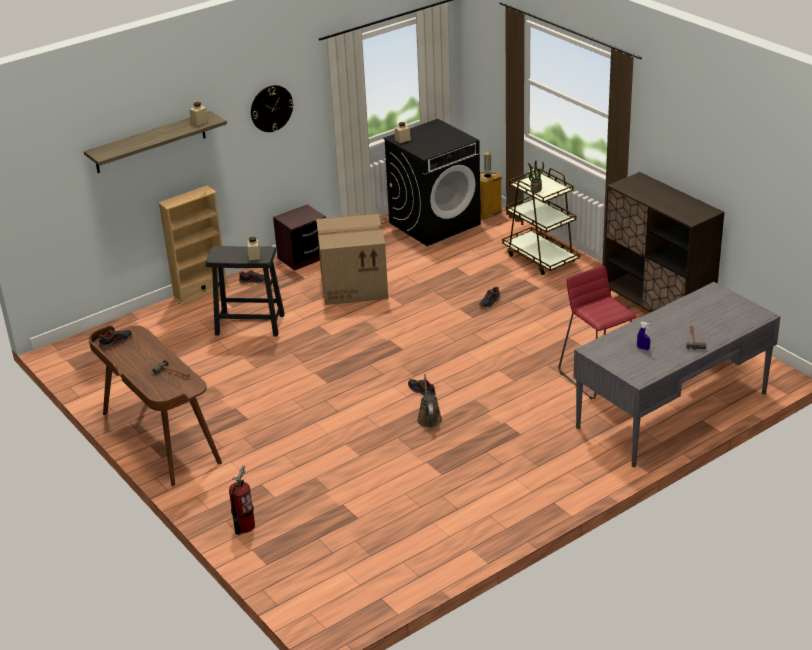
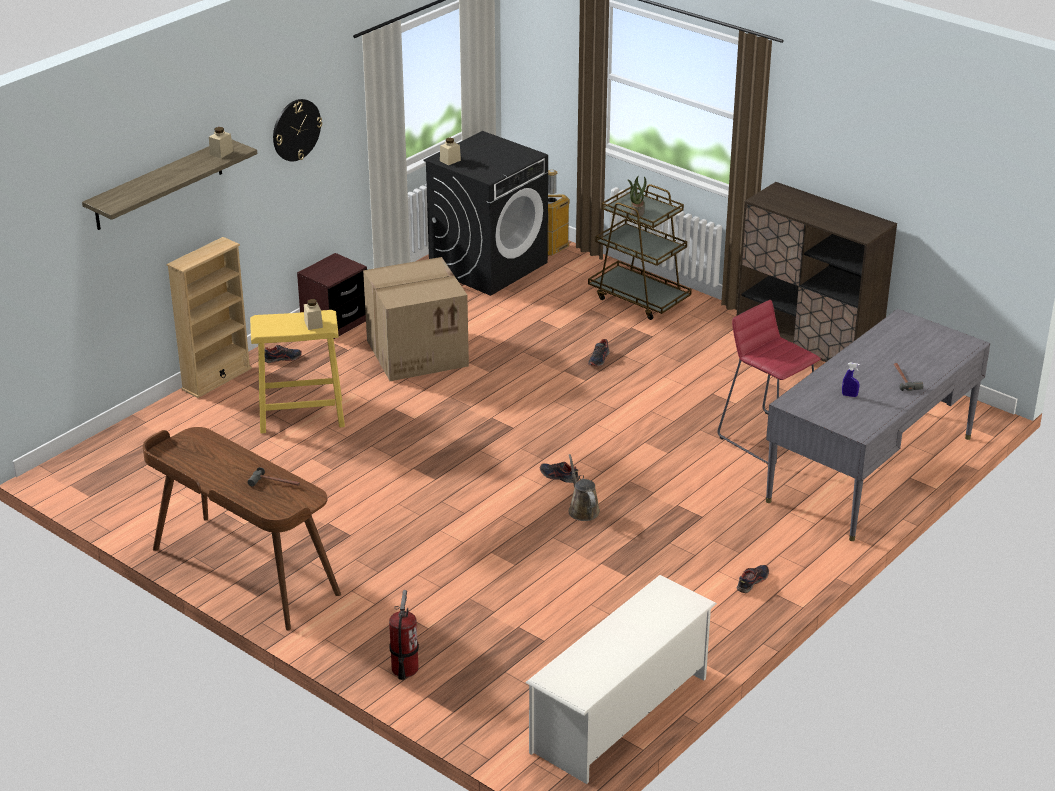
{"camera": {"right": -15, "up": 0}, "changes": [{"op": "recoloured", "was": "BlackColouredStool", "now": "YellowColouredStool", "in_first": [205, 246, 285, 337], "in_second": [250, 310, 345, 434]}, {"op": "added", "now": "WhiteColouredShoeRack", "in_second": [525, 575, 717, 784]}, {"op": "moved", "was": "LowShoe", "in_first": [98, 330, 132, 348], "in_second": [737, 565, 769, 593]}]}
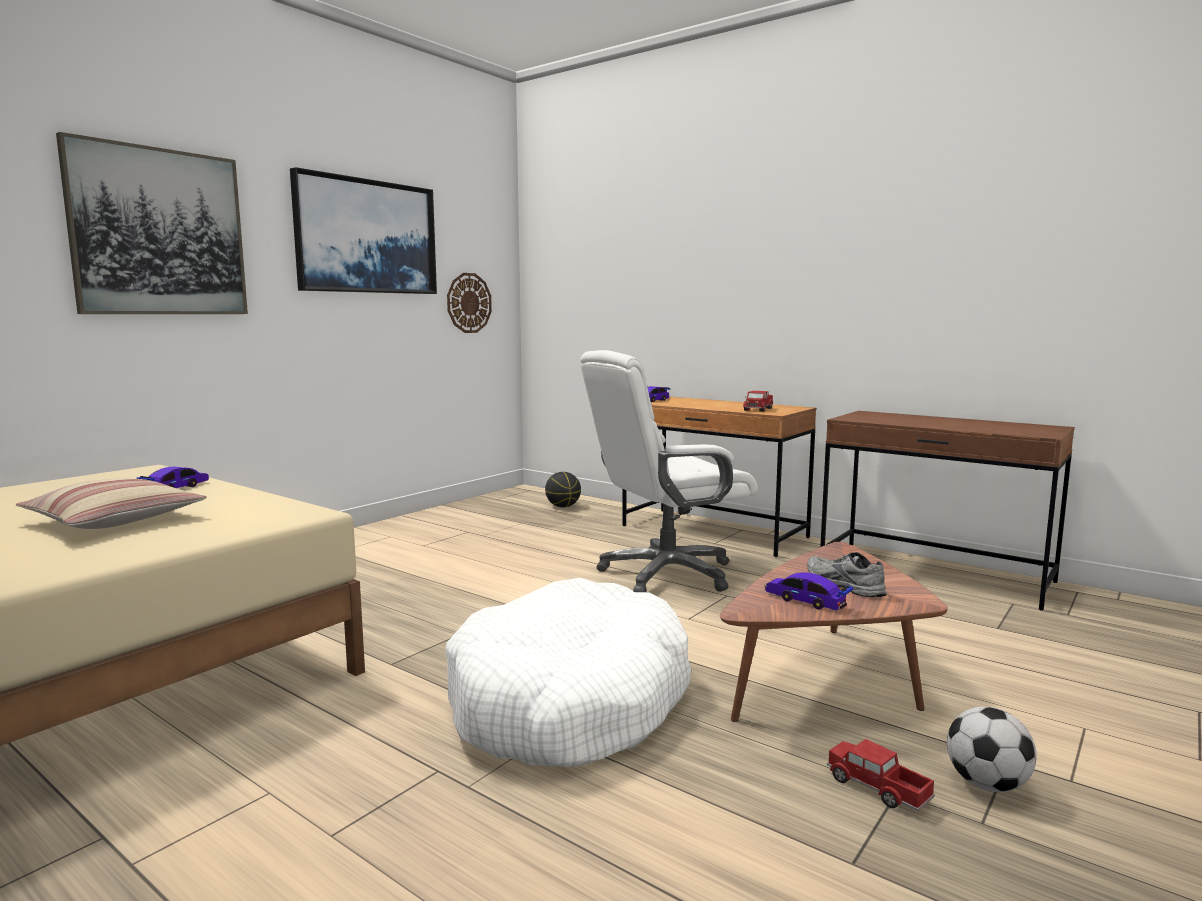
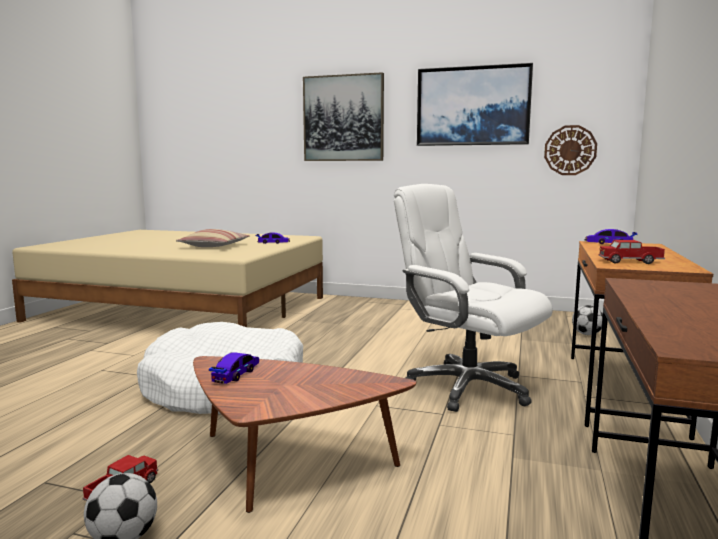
{"camera": {"right": 70, "up": 0}, "changes": [{"op": "replaced", "was": "BasketballBall", "now": "BallForFootball", "in_first": [545, 472, 581, 507], "in_second": [572, 305, 603, 335]}, {"op": "removed", "was": "GrayLowShoe", "in_first": [807, 552, 887, 597]}]}
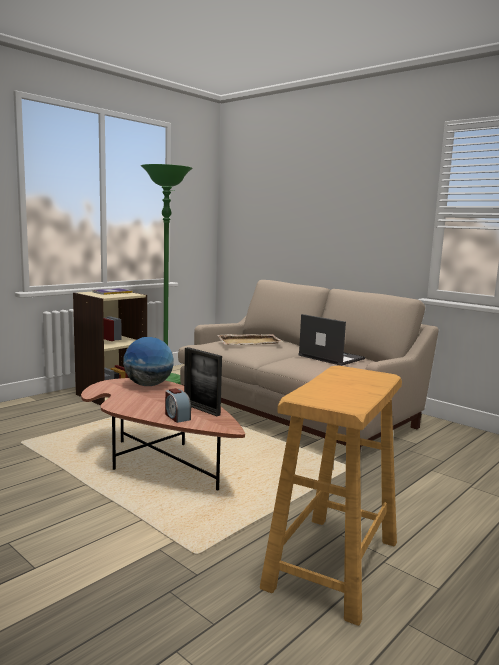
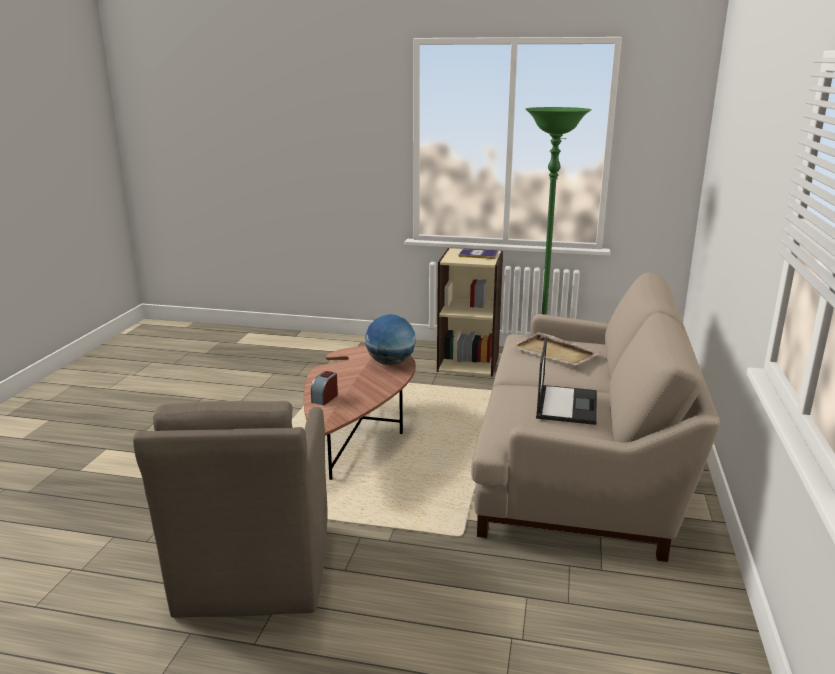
{"camera": {"right": 60, "up": 10}, "changes": [{"op": "replaced", "was": "SandColouredStool", "now": "BrownArmchair", "in_first": [260, 366, 402, 626], "in_second": [133, 401, 327, 618]}, {"op": "removed", "was": "PictureFrame", "in_first": [184, 347, 222, 416]}]}
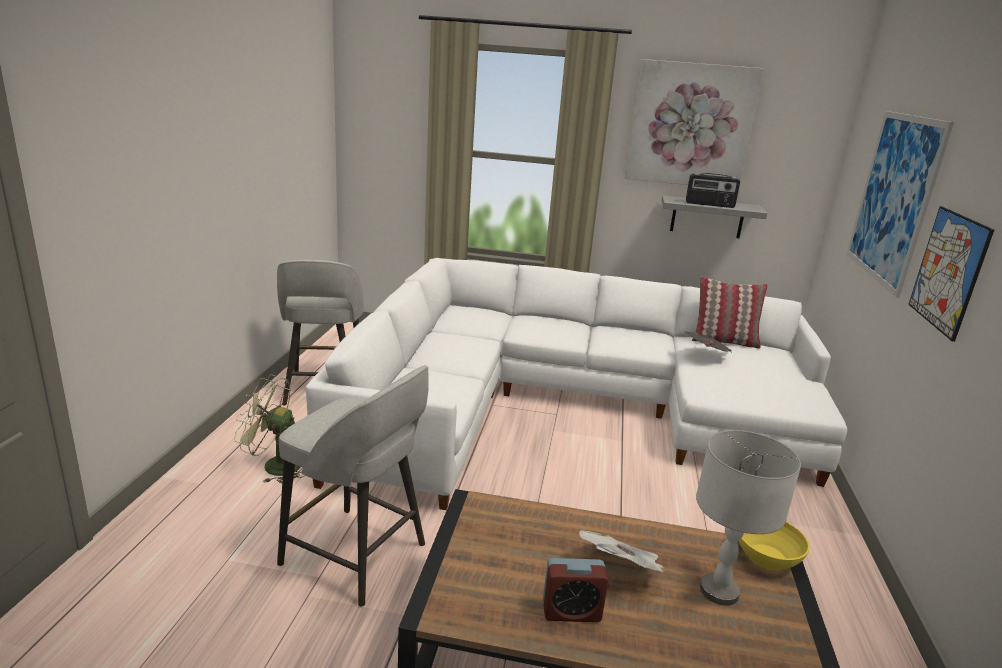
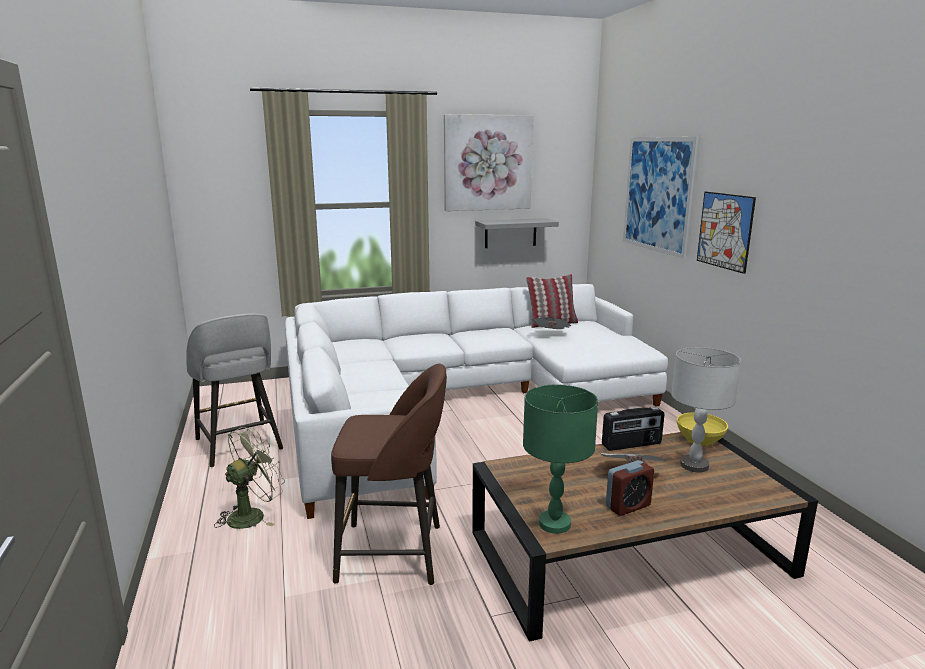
{"camera": {"right": -25, "up": -5}, "changes": [{"op": "turned", "was": "GreenCoolingFan", "in_first": [234, 375, 304, 483], "in_second": [214, 427, 285, 529], "clockwise": 150}, {"op": "recoloured", "was": "GrayStool", "now": "BrownStool", "in_first": [277, 365, 429, 607], "in_second": [331, 364, 447, 585]}, {"op": "added", "now": "GreenLampForATable", "in_second": [523, 385, 598, 534]}, {"op": "moved", "was": "RadioReceiver", "in_first": [686, 173, 740, 208], "in_second": [602, 407, 665, 451]}]}
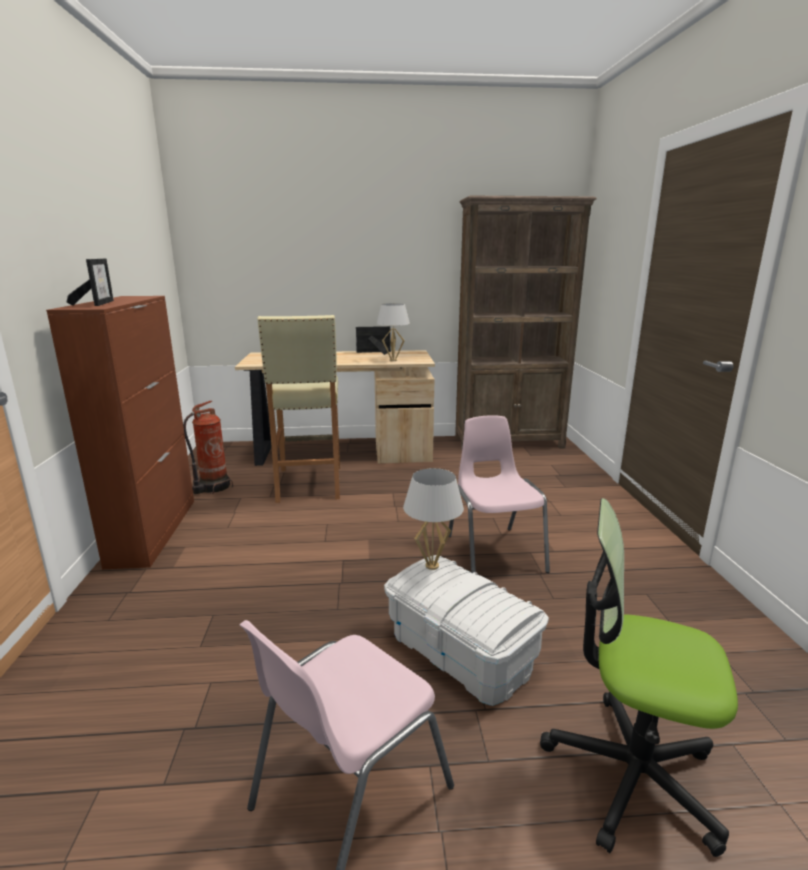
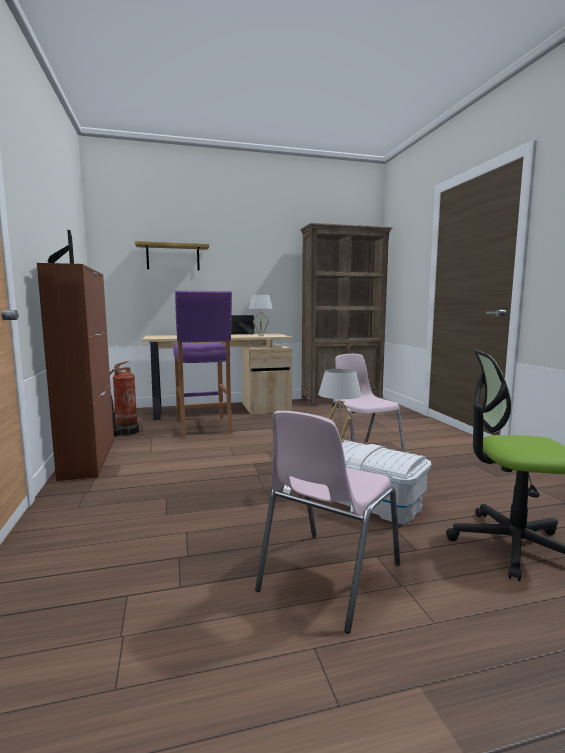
{"camera": {"right": -10, "up": -10}, "changes": [{"op": "added", "now": "BracketShelf", "in_second": [135, 241, 209, 270]}, {"op": "recoloured", "was": "SandColouredStool", "now": "PurpleColouredStool", "in_first": [257, 315, 340, 503], "in_second": [173, 290, 233, 438]}]}
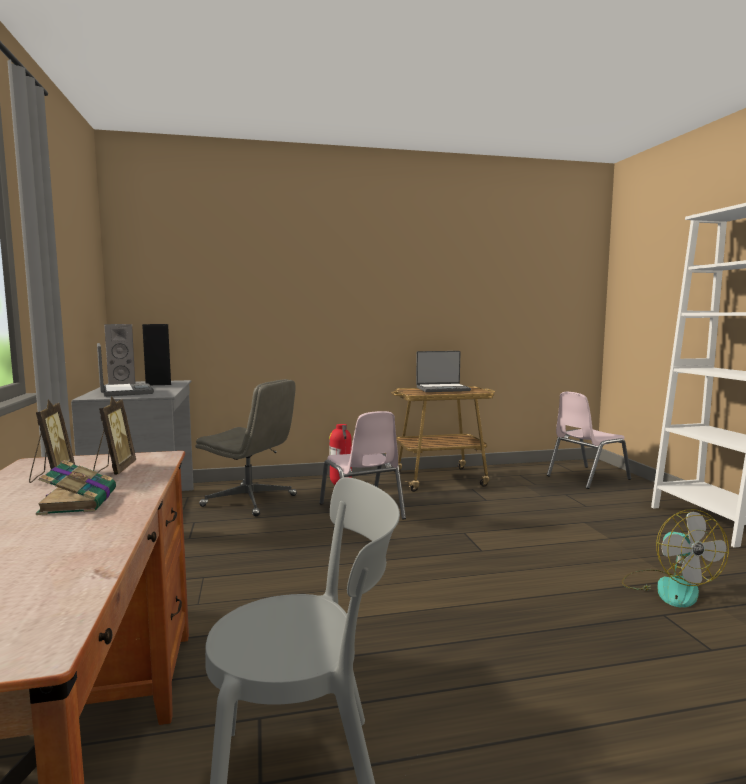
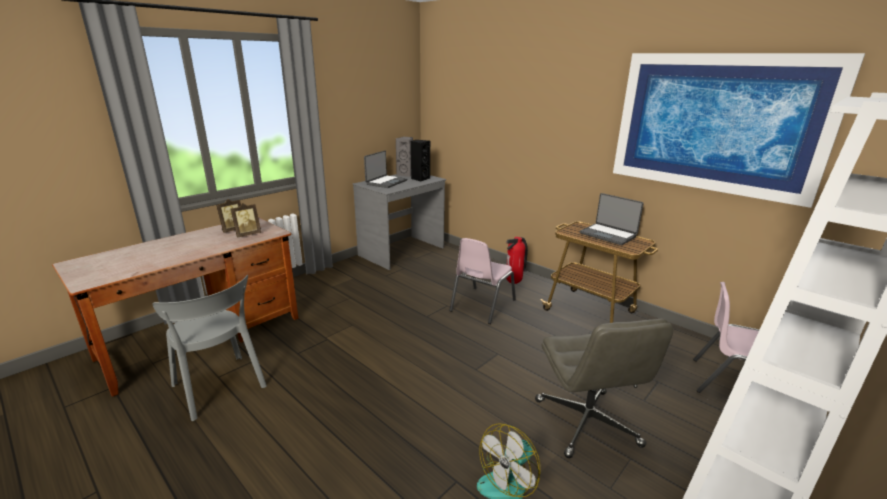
{"camera": {"right": 55, "up": 15}, "changes": [{"op": "moved", "was": "GrayComputerChair", "in_first": [195, 379, 297, 517], "in_second": [535, 319, 673, 458]}, {"op": "added", "now": "WallPicture", "in_second": [613, 53, 865, 208]}, {"op": "removed", "was": "Book", "in_first": [36, 460, 116, 515]}]}
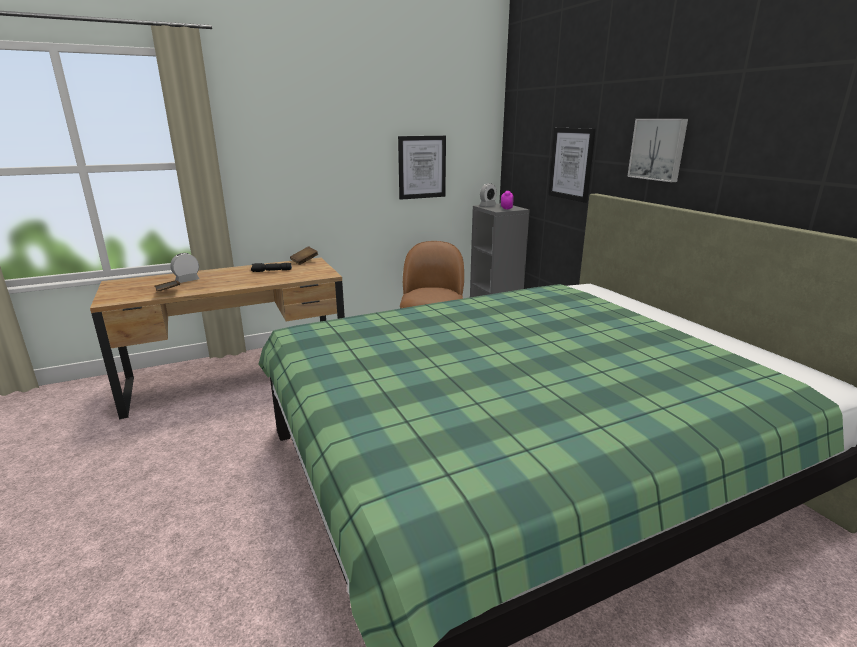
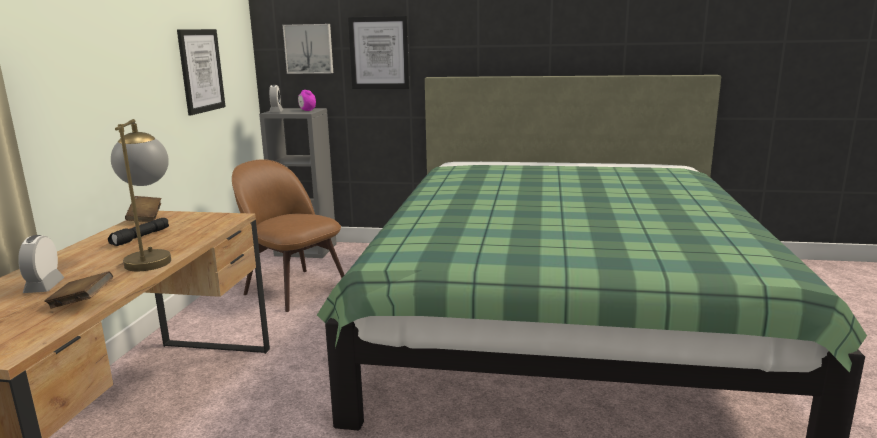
{"camera": {"right": -55, "up": -5}, "changes": [{"op": "added", "now": "LampForATable", "in_second": [111, 119, 171, 271]}, {"op": "moved", "was": "WallPicture", "in_first": [627, 119, 688, 182], "in_second": [283, 24, 333, 74]}]}
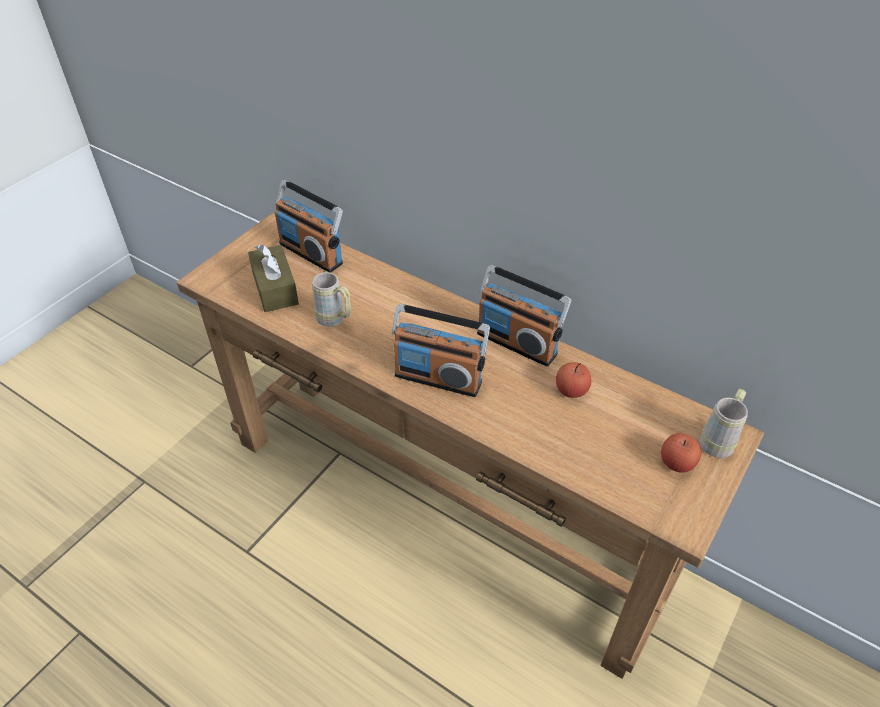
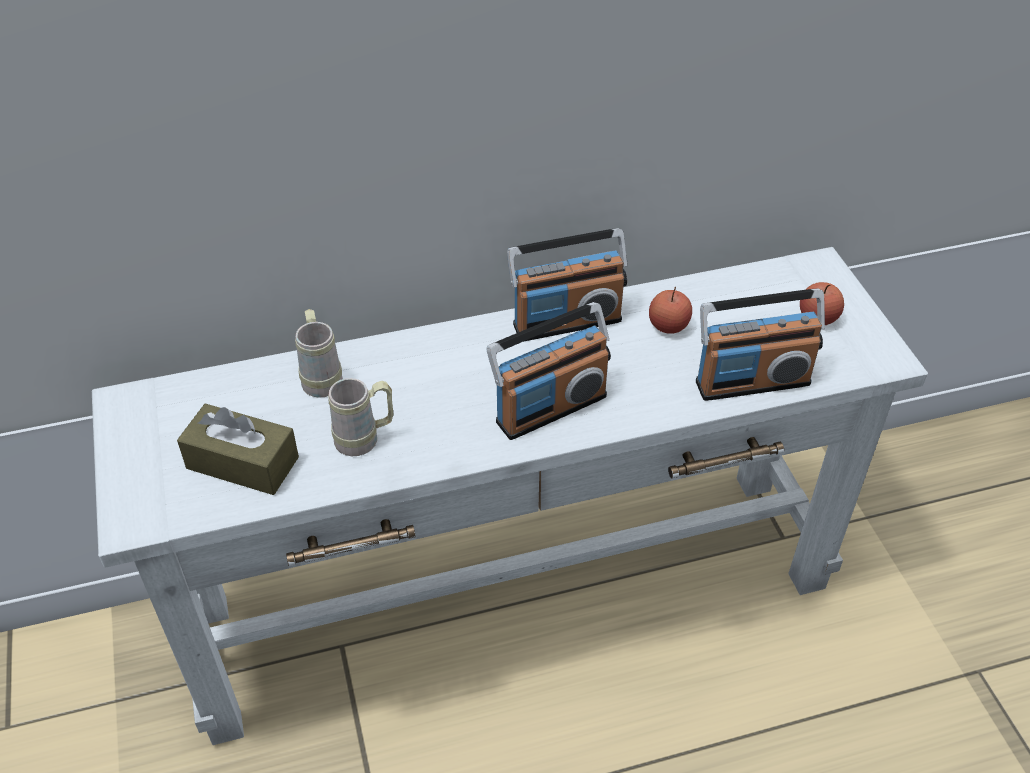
{"camera": {"right": -50, "up": 0}, "changes": [{"op": "recoloured", "was": "BrownConsoleTable", "now": "WhiteColouredConsoleTable", "in_first": [177, 213, 764, 679], "in_second": [92, 247, 928, 745]}, {"op": "moved", "was": "SandColouredTeaMug", "in_first": [699, 389, 748, 458], "in_second": [295, 309, 343, 398]}, {"op": "moved", "was": "RadioReceiver", "in_first": [275, 180, 343, 273], "in_second": [696, 288, 825, 401]}]}
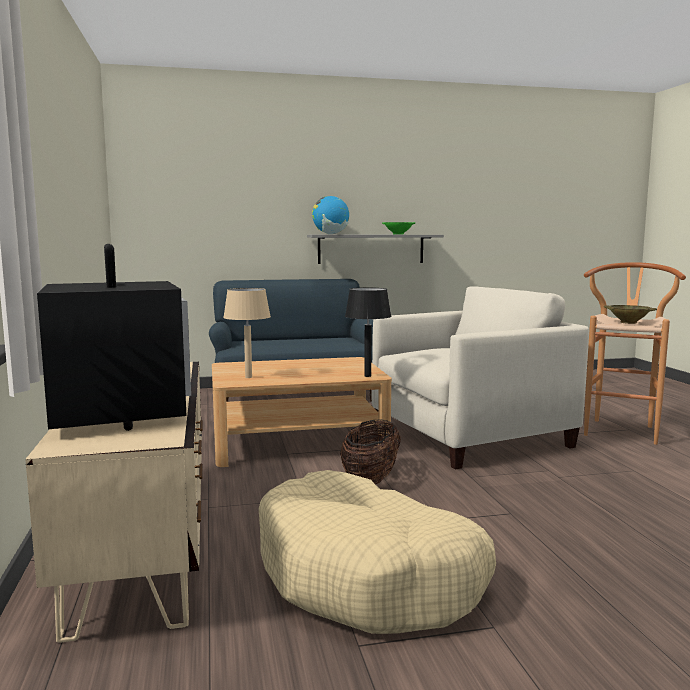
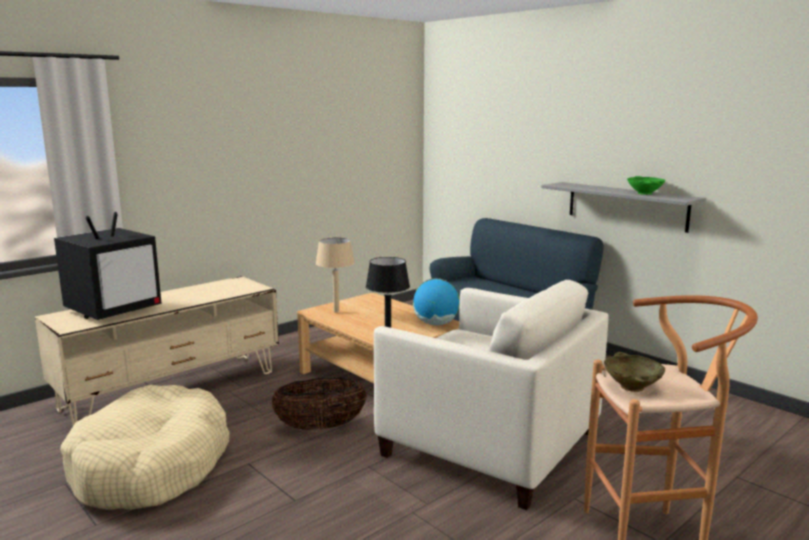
{"camera": {"right": 60, "up": 5}, "changes": [{"op": "moved", "was": "DeskGlobe", "in_first": [312, 196, 349, 234], "in_second": [413, 278, 460, 325]}]}
